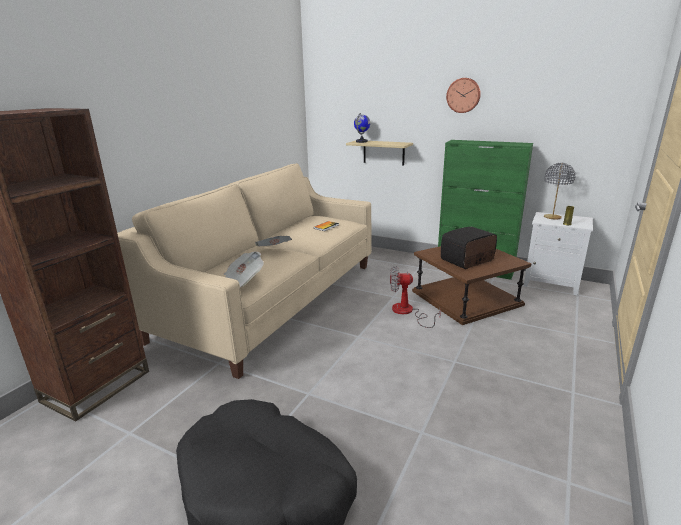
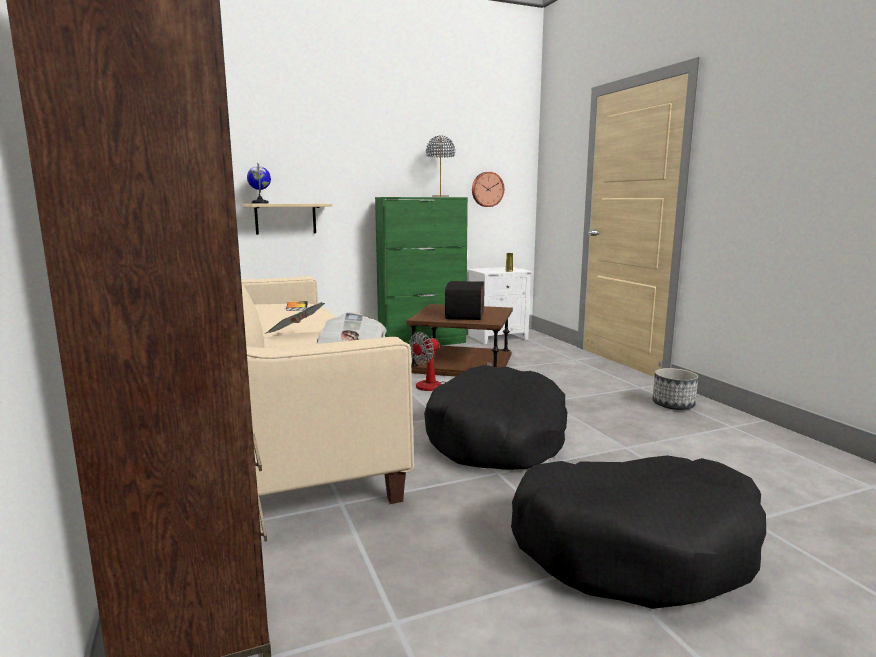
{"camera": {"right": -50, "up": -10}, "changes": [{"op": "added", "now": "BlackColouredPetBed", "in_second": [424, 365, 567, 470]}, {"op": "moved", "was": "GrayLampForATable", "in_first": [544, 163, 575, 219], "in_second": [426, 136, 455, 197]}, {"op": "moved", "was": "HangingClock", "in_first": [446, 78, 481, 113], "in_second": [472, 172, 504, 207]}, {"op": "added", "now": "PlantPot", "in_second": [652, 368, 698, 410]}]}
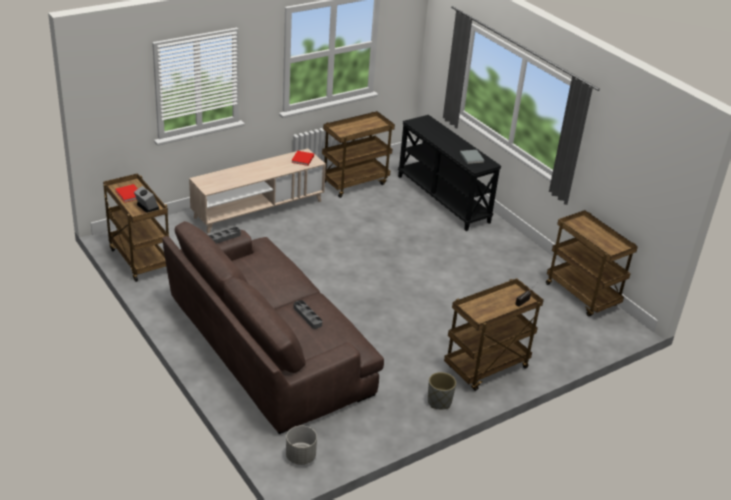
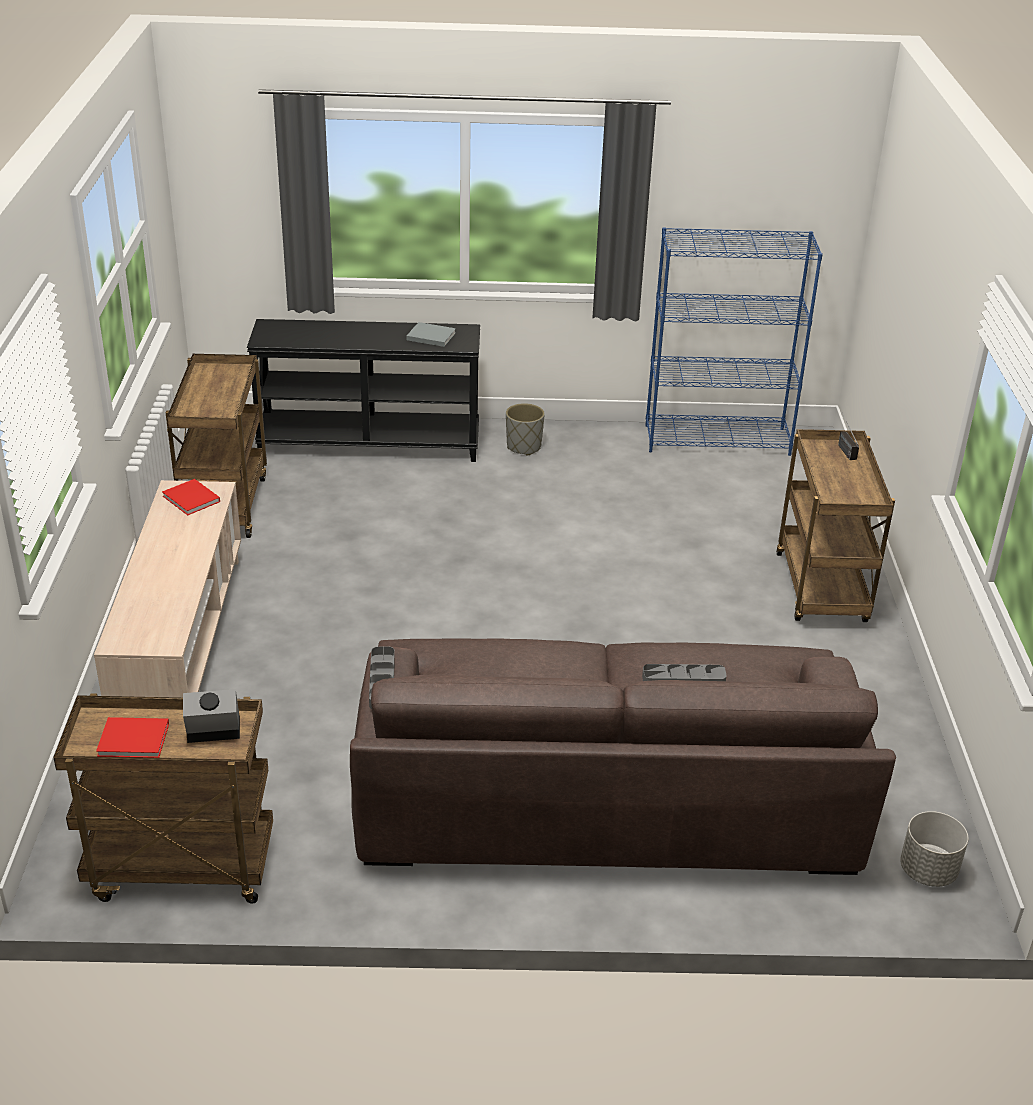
{"camera": {"right": -55, "up": 0}, "changes": [{"op": "moved", "was": "GrayPlantPot", "in_first": [428, 372, 456, 409], "in_second": [506, 403, 545, 456]}, {"op": "replaced", "was": "BrownWheeledCart", "now": "BlueBookshelf", "in_first": [546, 210, 638, 317], "in_second": [645, 227, 823, 456]}]}
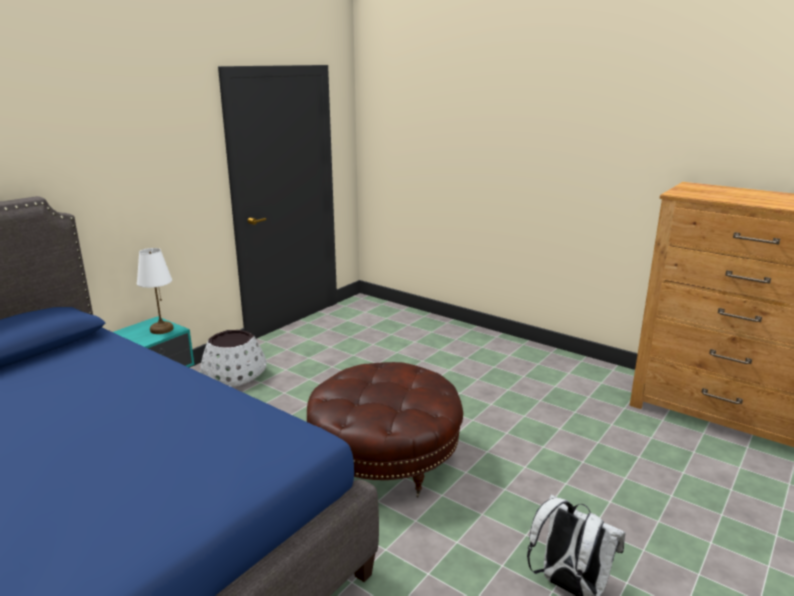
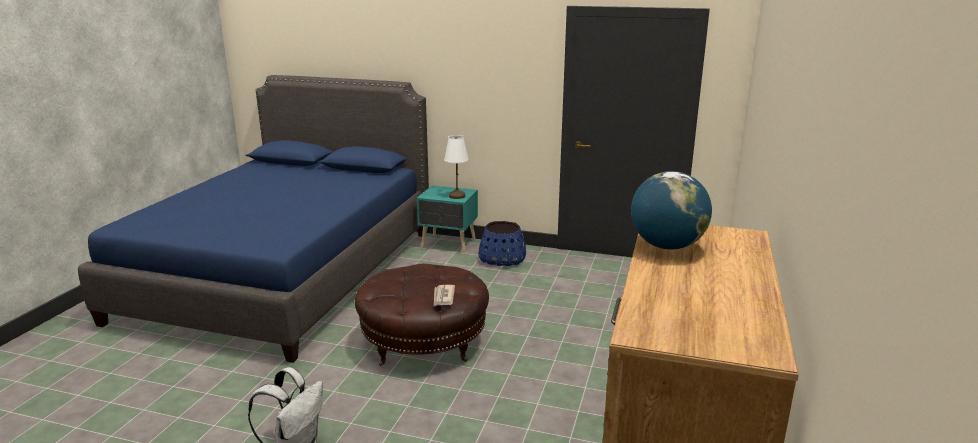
{"camera": {"right": 70, "up": 0}, "changes": [{"op": "added", "now": "Newspaper", "in_second": [434, 285, 455, 306]}, {"op": "recoloured", "was": "WhiteColouredPlantPot", "now": "BluePlantPot", "in_first": [200, 330, 267, 387], "in_second": [479, 221, 526, 266]}, {"op": "added", "now": "DeskGlobe", "in_second": [631, 171, 712, 249]}]}
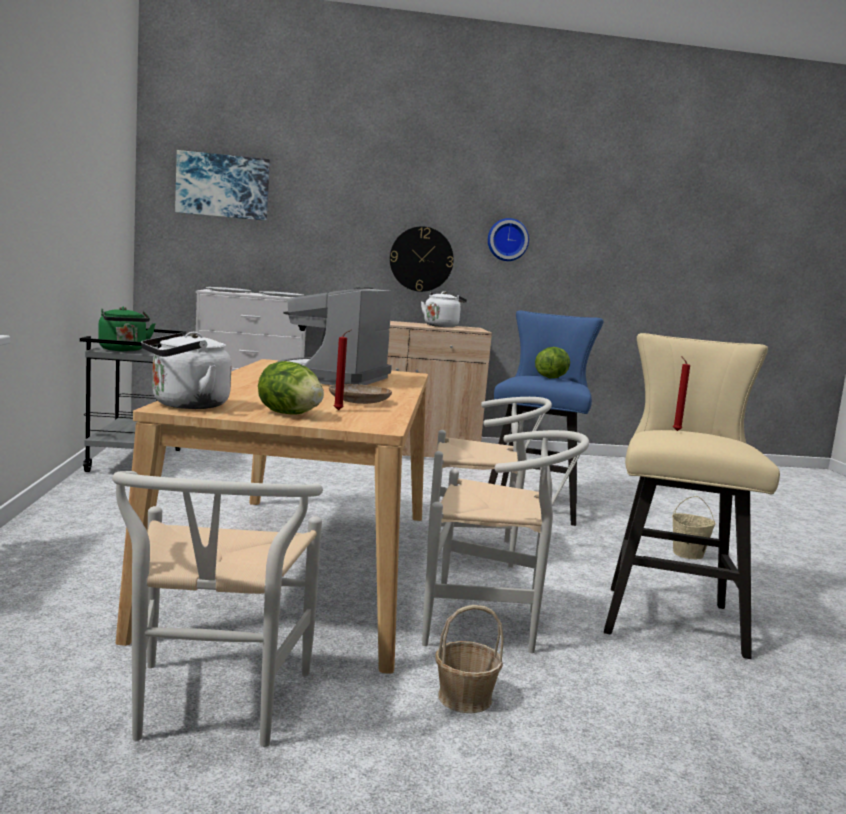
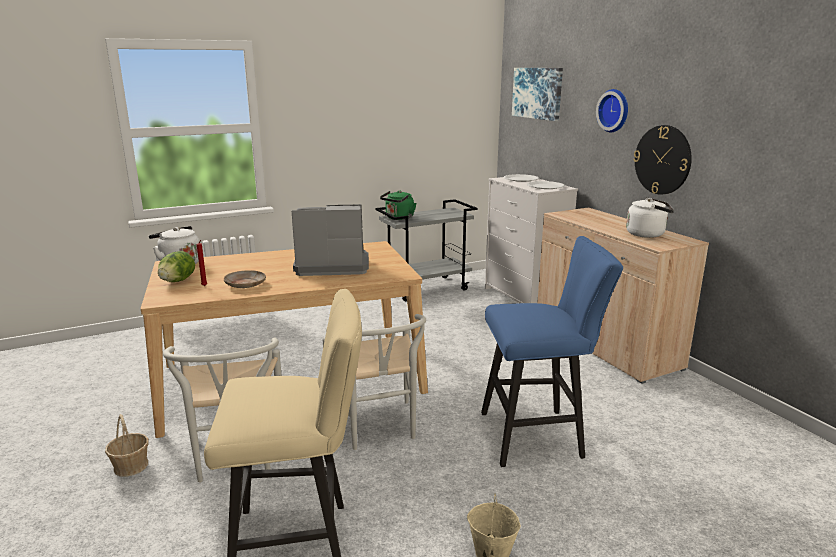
{"camera": {"right": 70, "up": 10}, "changes": [{"op": "moved", "was": "HangingClock", "in_first": [488, 218, 529, 261], "in_second": [596, 89, 628, 132]}, {"op": "removed", "was": "WhiteColouredPlainChair", "in_first": [112, 471, 323, 747]}, {"op": "removed", "was": "LettuceHead", "in_first": [535, 347, 570, 378]}, {"op": "removed", "was": "ReddishWaxLight", "in_first": [673, 356, 690, 431]}]}
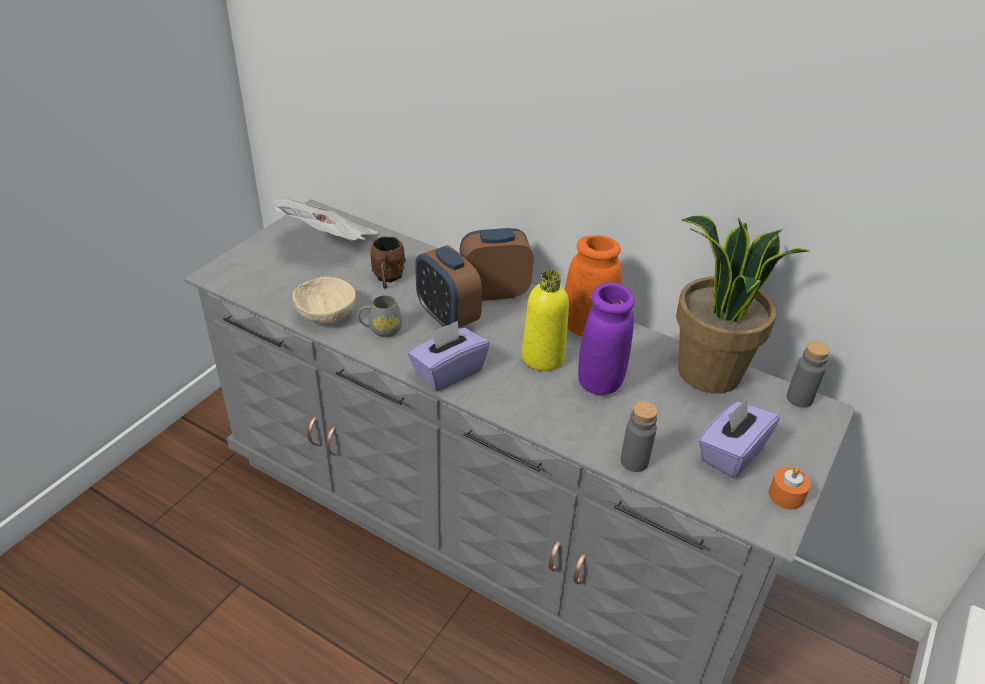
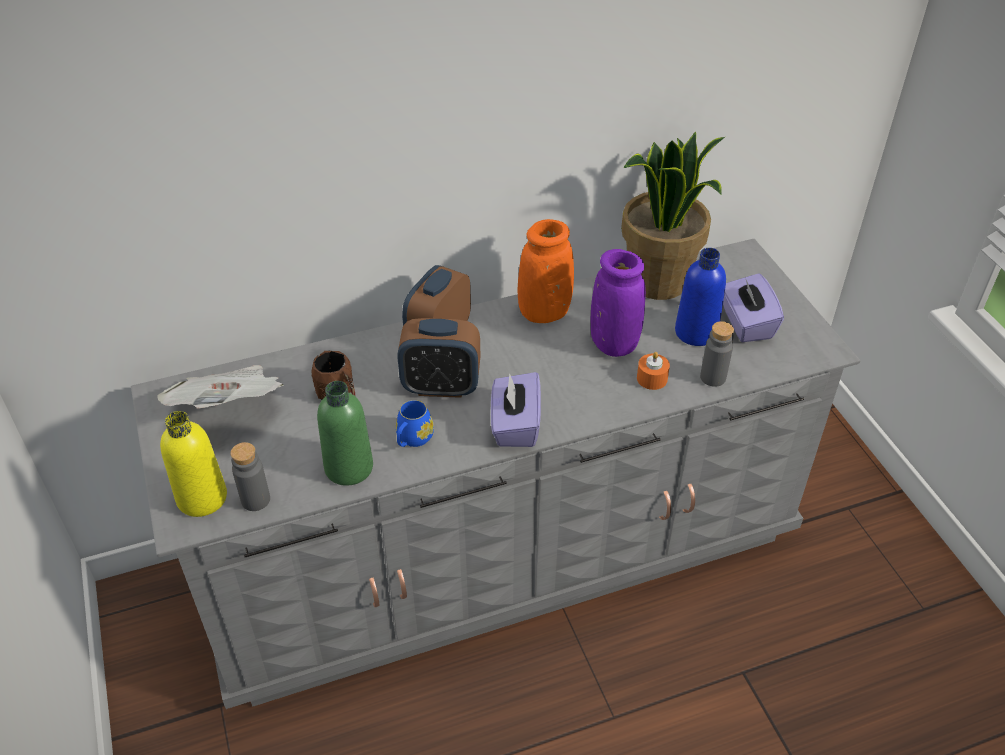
{"camera": {"right": -50, "up": 5}, "changes": [{"op": "moved", "was": "YellowColouredBeverageBottle", "in_first": [522, 270, 569, 371], "in_second": [160, 411, 227, 517]}, {"op": "moved", "was": "GrayBeverageBottle", "in_first": [786, 341, 830, 408], "in_second": [230, 442, 270, 511]}, {"op": "replaced", "was": "SandColouredBowl", "now": "GreenBeverageBottle", "in_first": [292, 277, 356, 323], "in_second": [317, 381, 373, 486]}, {"op": "recoloured", "was": "GrayTeaMug", "now": "BlueTeaMug", "in_first": [358, 295, 402, 337], "in_second": [396, 400, 434, 447]}, {"op": "moved", "was": "OrangeColouredWaxLight", "in_first": [769, 467, 811, 509], "in_second": [637, 352, 670, 390]}, {"op": "added", "now": "BlueBeverageBottle", "in_second": [675, 248, 726, 346]}]}
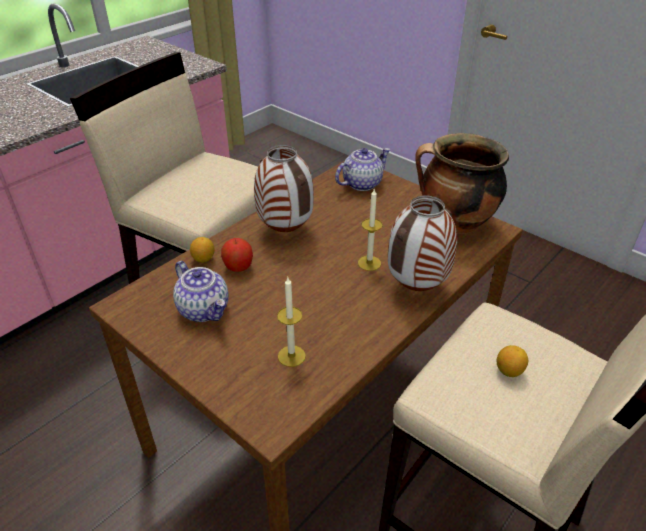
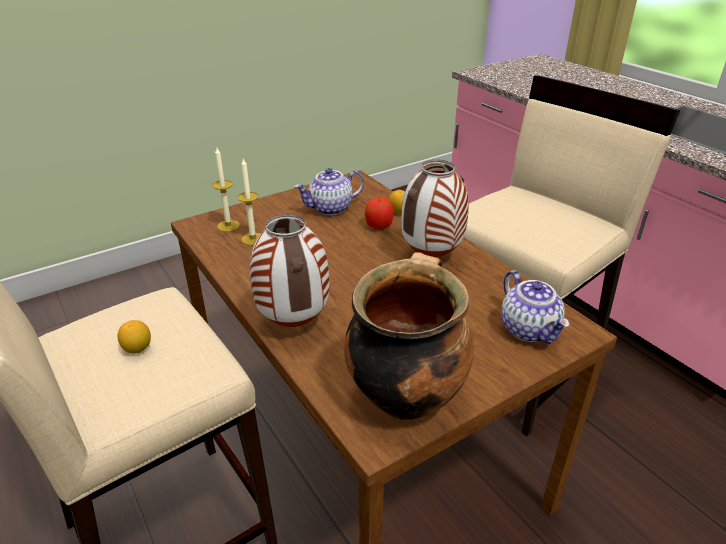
{"camera": {"right": 105, "up": -5}, "changes": [{"op": "moved", "was": "WaxLight", "in_first": [358, 189, 382, 271], "in_second": [212, 148, 240, 232]}]}
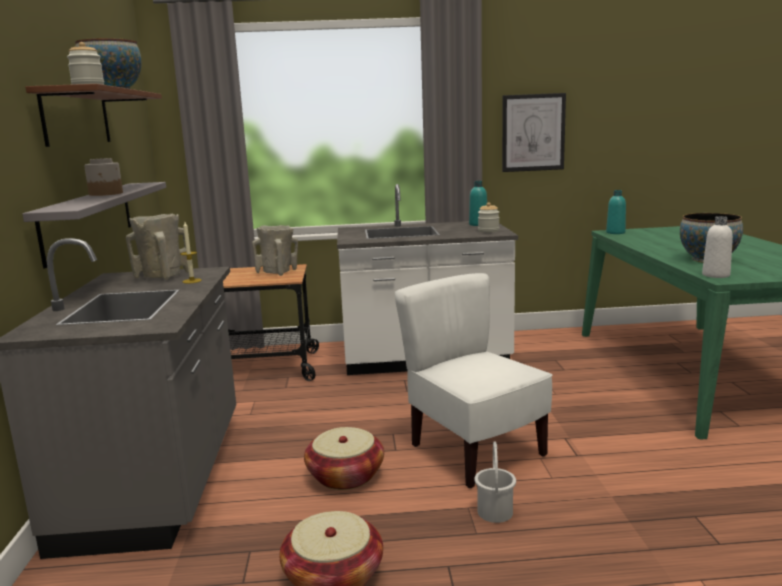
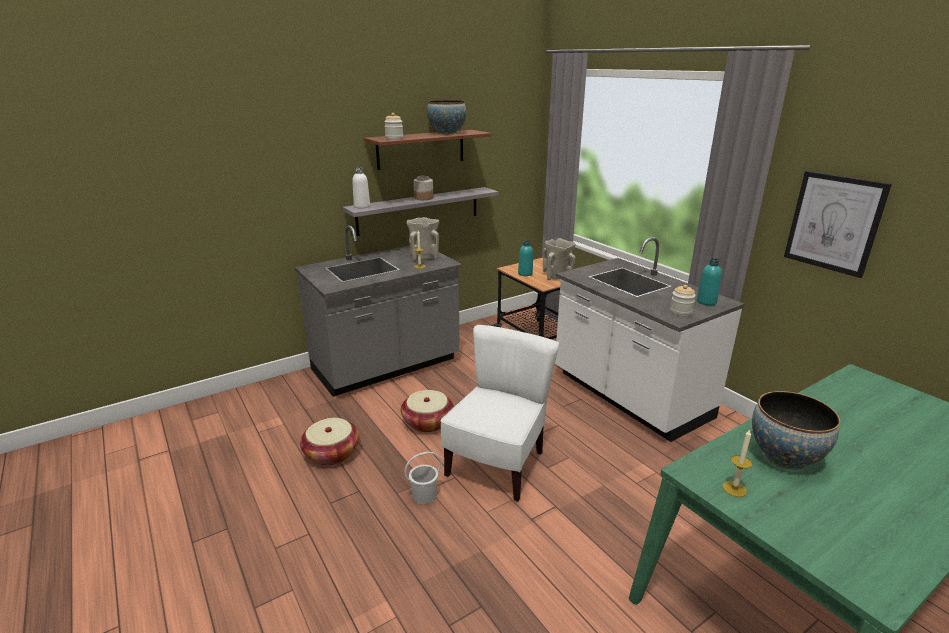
{"camera": {"right": 60, "up": 10}, "changes": [{"op": "moved", "was": "WhiteColouredBeverageBottle", "in_first": [702, 216, 733, 278], "in_second": [352, 168, 370, 209]}, {"op": "moved", "was": "BlueGreenBeverageBottle", "in_first": [606, 190, 626, 234], "in_second": [518, 240, 533, 276]}, {"op": "added", "now": "WaxLight", "in_second": [723, 430, 752, 497]}]}
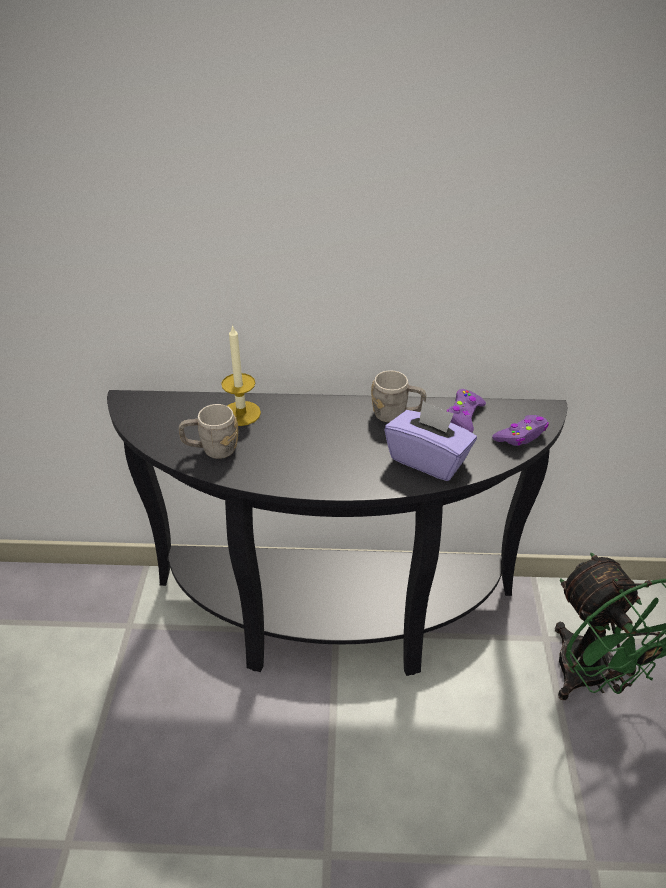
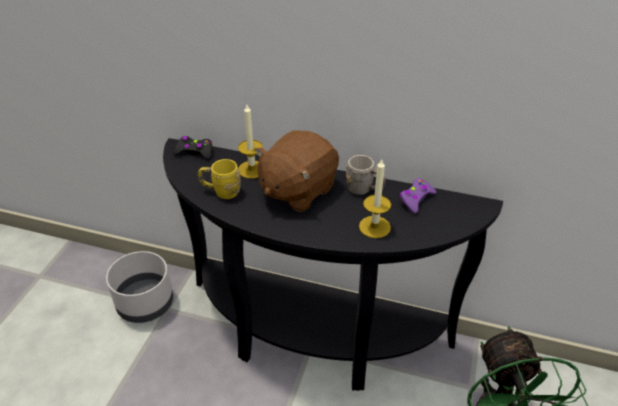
{"camera": {"right": 15, "up": 0}, "changes": [{"op": "added", "now": "GrayPlantPot", "in_second": [106, 251, 173, 323]}, {"op": "added", "now": "BlackColouredGameController", "in_second": [173, 136, 212, 160]}, {"op": "recoloured", "was": "GrayTeaMug", "now": "YellowColouredTeaMug", "in_first": [179, 404, 238, 459], "in_second": [198, 159, 241, 199]}, {"op": "added", "now": "BrownPlushToy", "in_second": [255, 130, 339, 212]}, {"op": "replaced", "was": "PurpleColouredBoxOfTissues", "now": "WaxLight", "in_first": [385, 401, 477, 481], "in_second": [359, 160, 391, 238]}, {"op": "removed", "was": "PurpleColouredGameController", "in_first": [492, 415, 549, 446]}]}
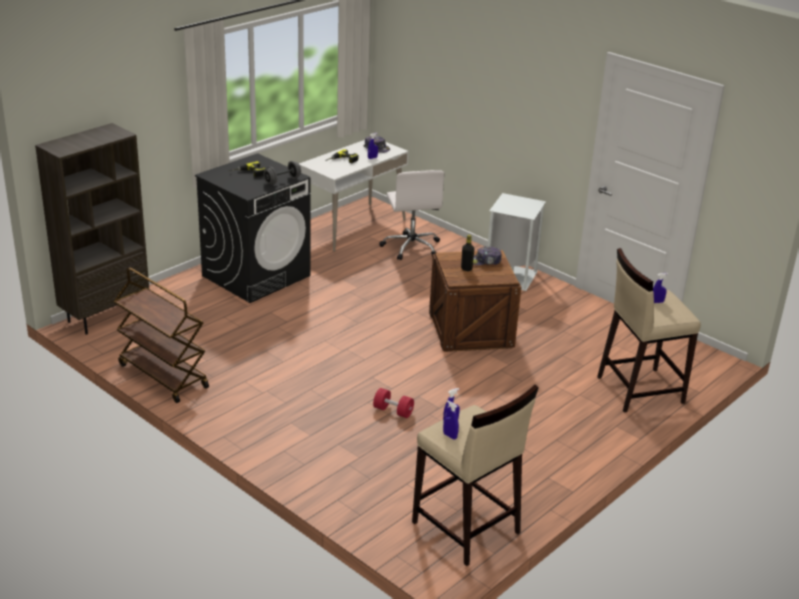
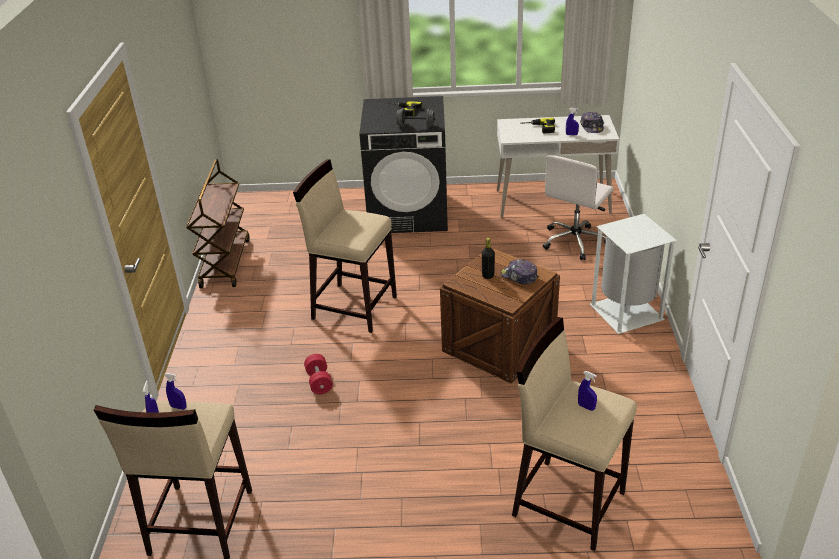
{"camera": {"right": 50, "up": 5}, "changes": [{"op": "added", "now": "SandColouredStool", "in_second": [293, 159, 397, 333]}, {"op": "removed", "was": "BrownBookshelf", "in_first": [35, 123, 149, 335]}]}
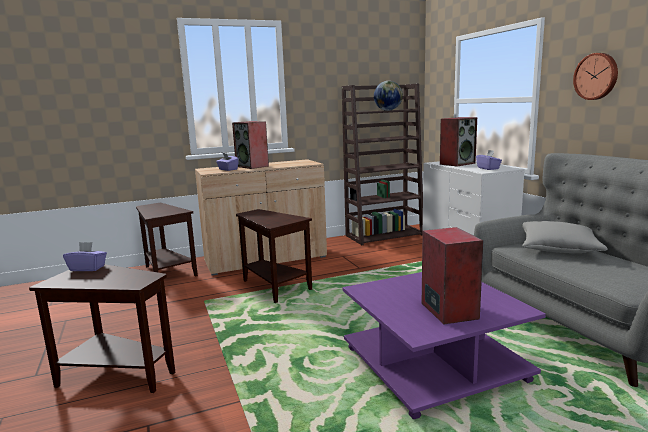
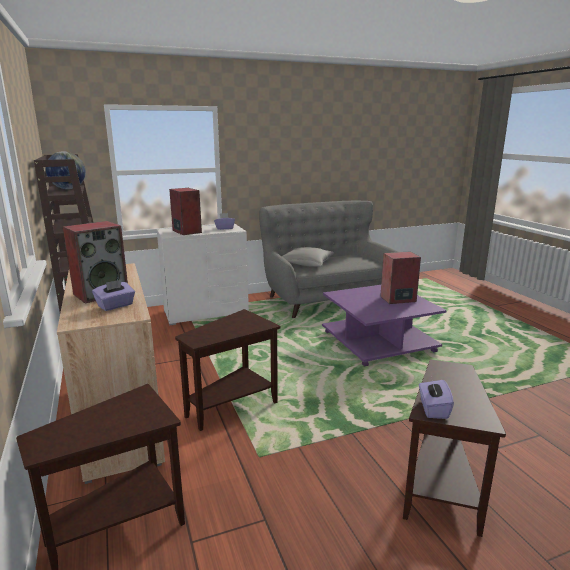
{"camera": {"right": -90, "up": 5}, "changes": [{"op": "removed", "was": "HangingClock", "in_first": [573, 53, 618, 100]}]}
